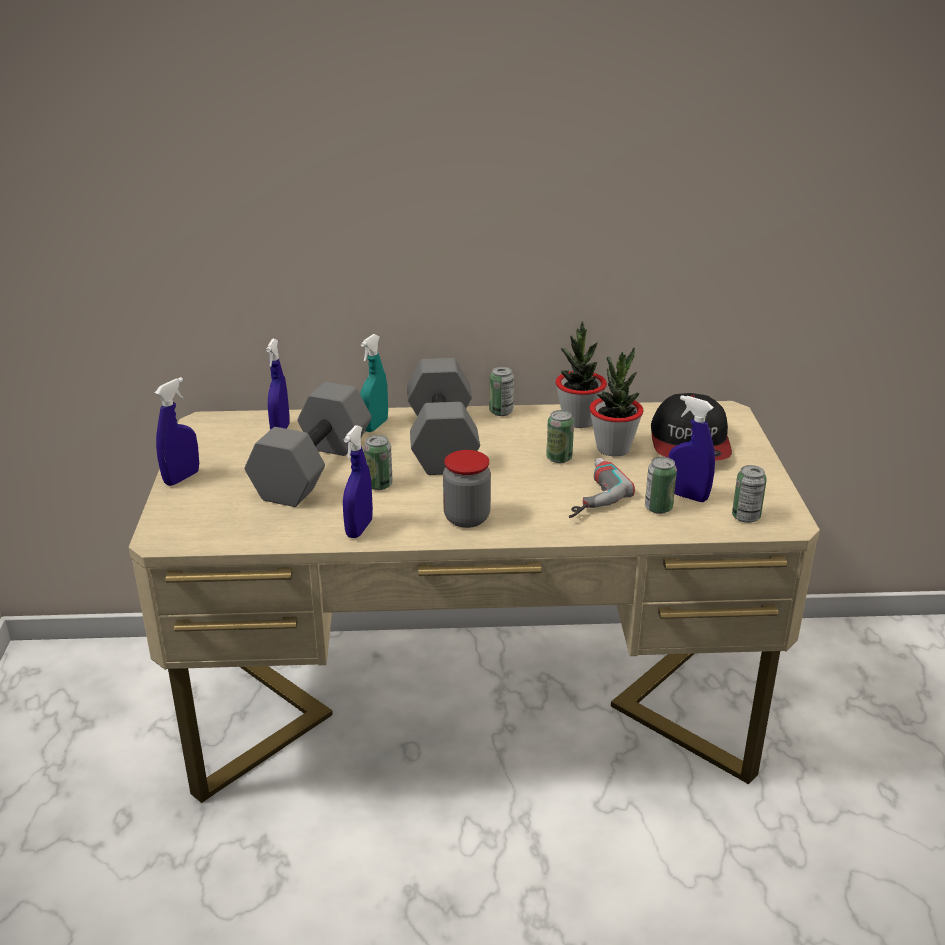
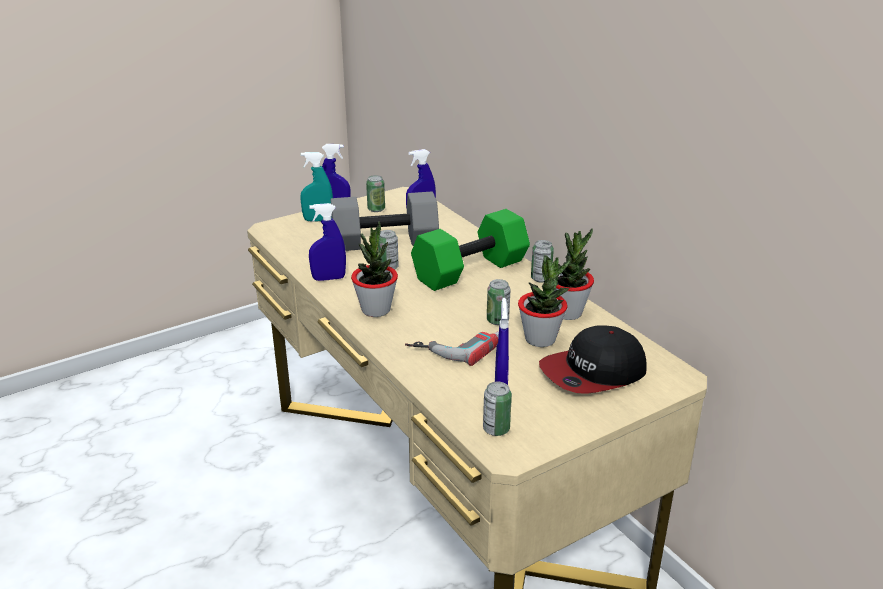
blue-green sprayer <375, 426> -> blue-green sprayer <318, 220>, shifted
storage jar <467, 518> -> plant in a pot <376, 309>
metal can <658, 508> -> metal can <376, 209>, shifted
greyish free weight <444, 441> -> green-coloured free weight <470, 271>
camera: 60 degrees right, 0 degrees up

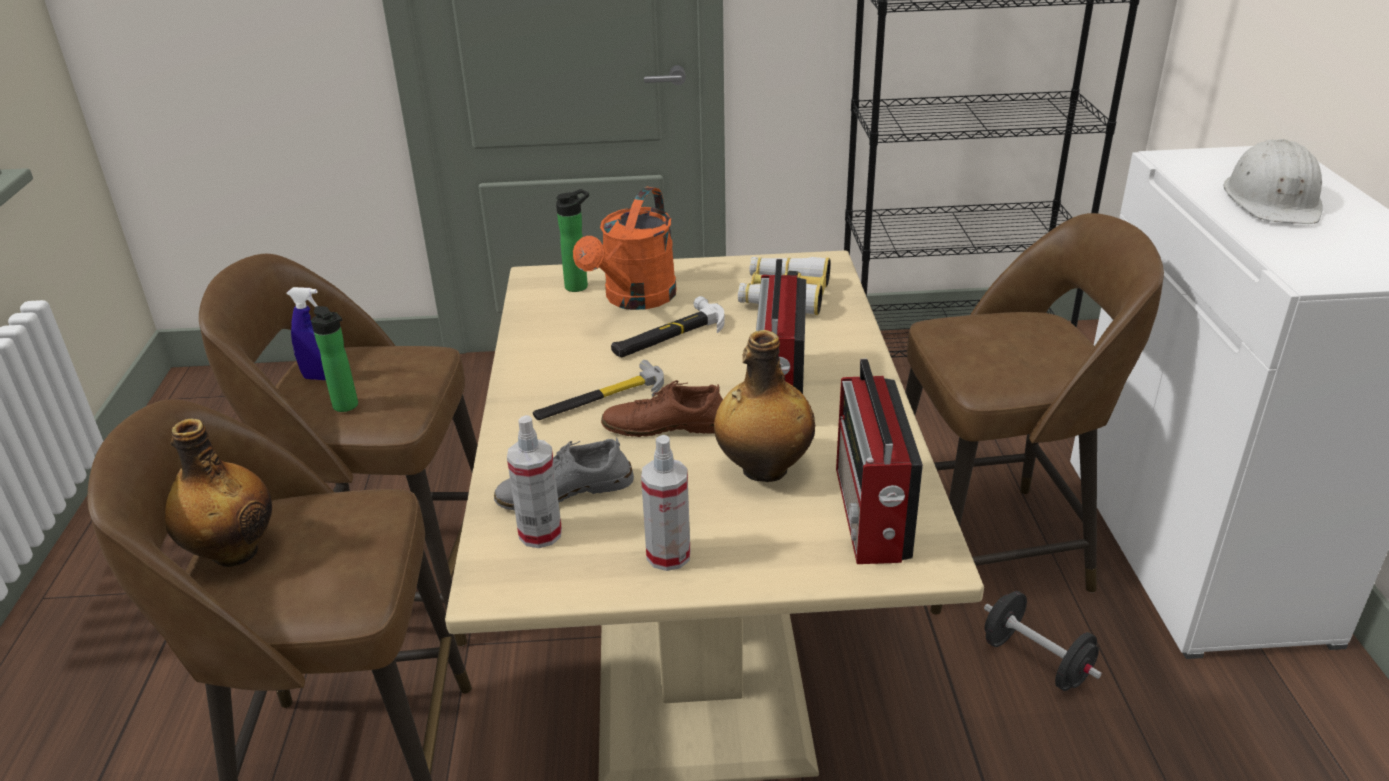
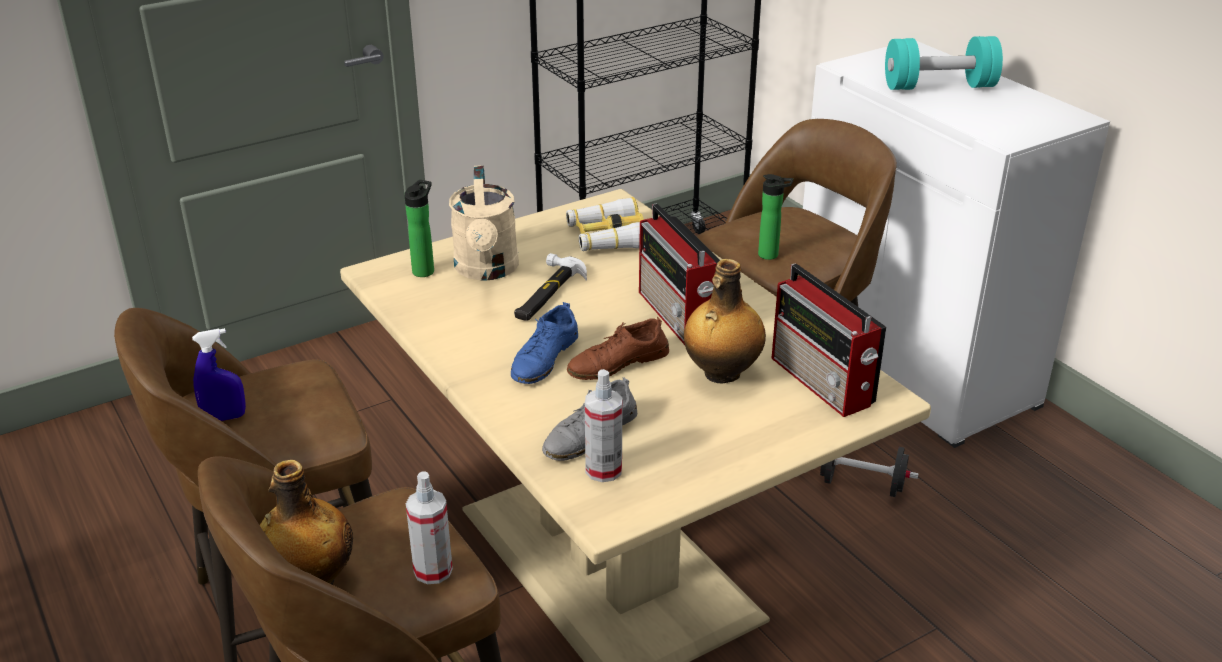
sprayer <668, 555> -> sprayer <433, 570>, shifted
orangey sprinkling can <634, 299> -> sand-coloured sprinkling can <487, 270>
hand hammer <600, 399> -> bluish shoe <544, 358>
bottle <347, 407> -> bottle <771, 255>, shifted
whitish hard hat <1273, 200> -> blue-green free weight <939, 86>
camera: 30 degrees left, 0 degrees up

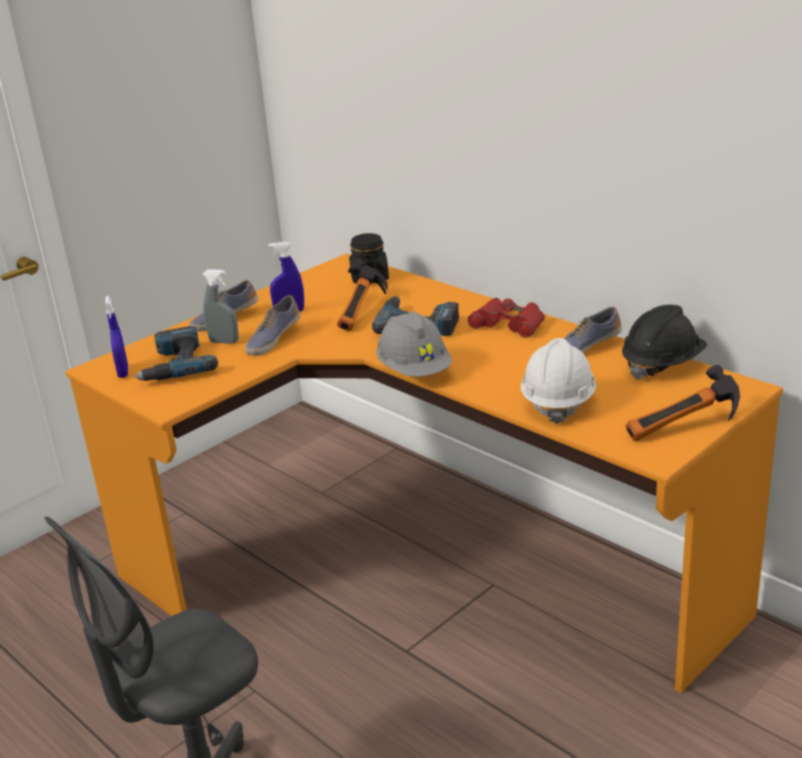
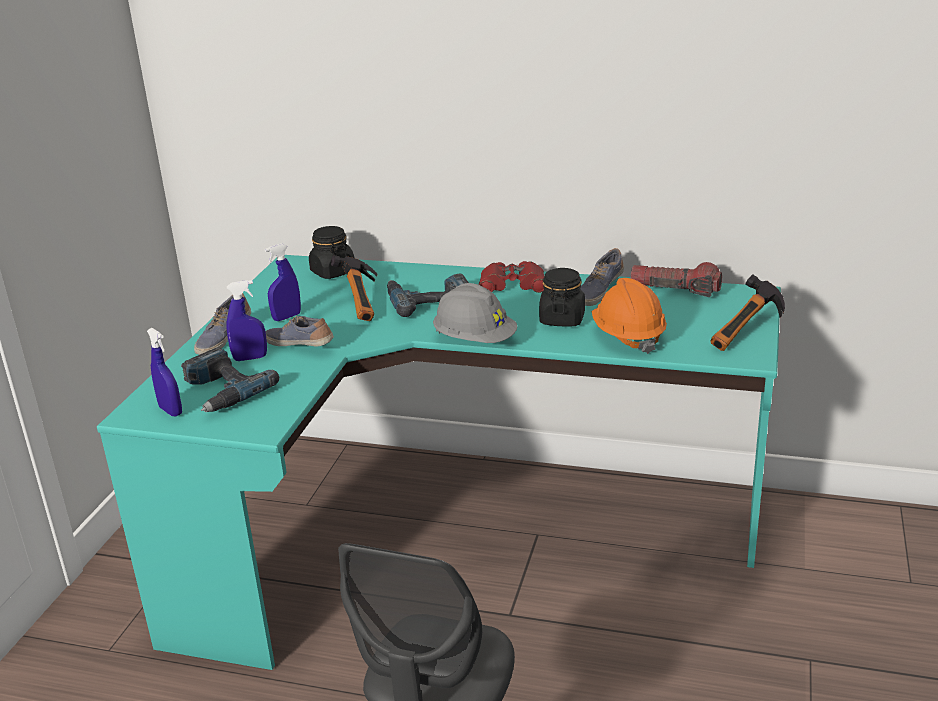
orangey desk <420, 556> -> blue-green desk <452, 531>
greyish sprayer <224, 342> -> bluish sprayer <250, 358>
shoe <273, 339> -> shoe <300, 344>, 120 degrees clockwise
none -> blackish storage jar <562, 319>
whitish hard hat <558, 402> -> orangey hard hat <628, 337>
blackish hard hat <662, 365> -> flashlight <675, 290>
camera: 30 degrees left, 0 degrees up

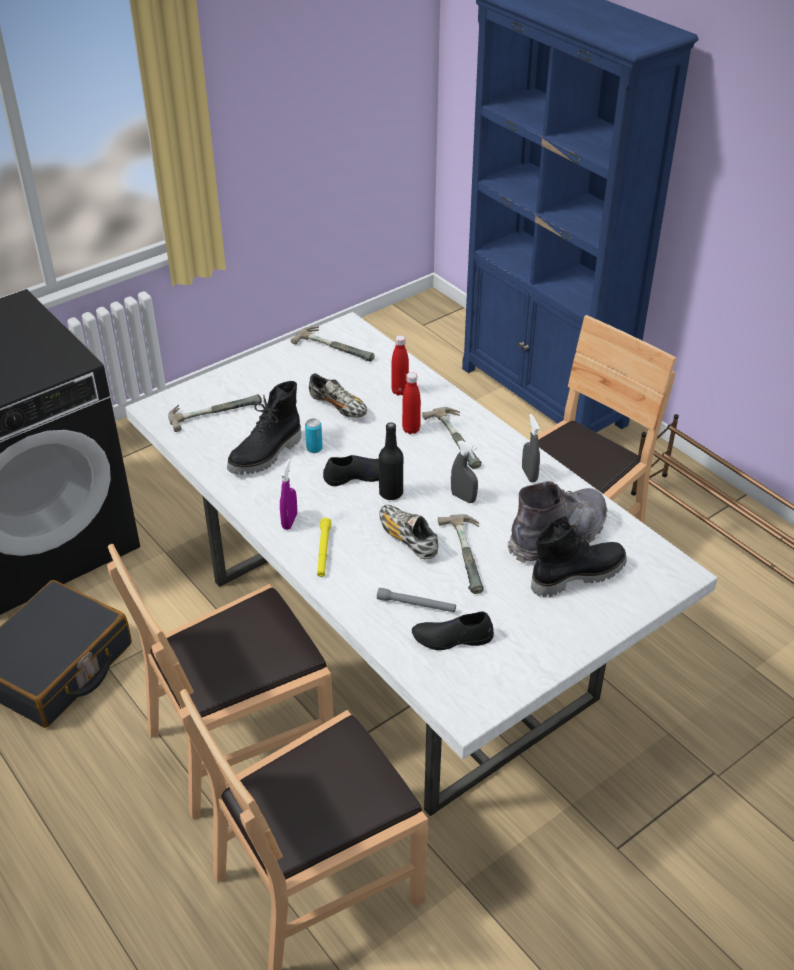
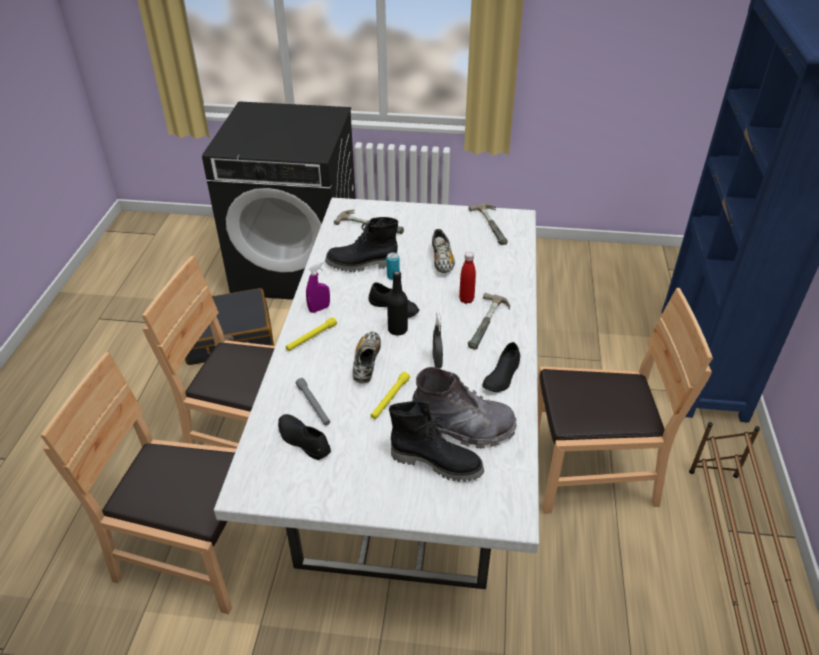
hand hammer <471, 554> -> yellowish flashlight <390, 399>
greyish sprayer <529, 475> -> blackish shoe <502, 375>
red bottle <400, 391> -> none
camera: 45 degrees right, 0 degrees up

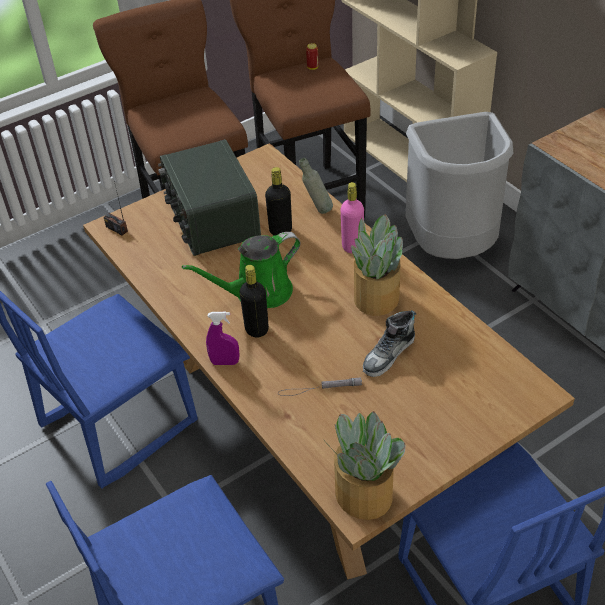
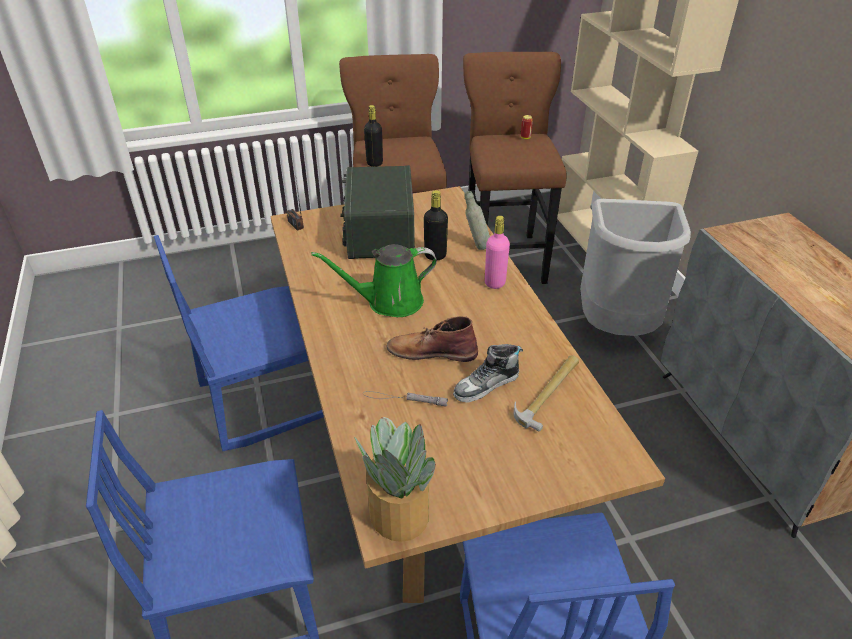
blackish bottle <256, 329> -> blackish bottle <374, 163>, shifted
none -> brownish tall boot <431, 351>
none -> hand hammer <549, 393>
purplish sprayer <225, 362> -> none
plant in a pot <377, 297> -> none
camera: 15 degrees right, 5 degrees down

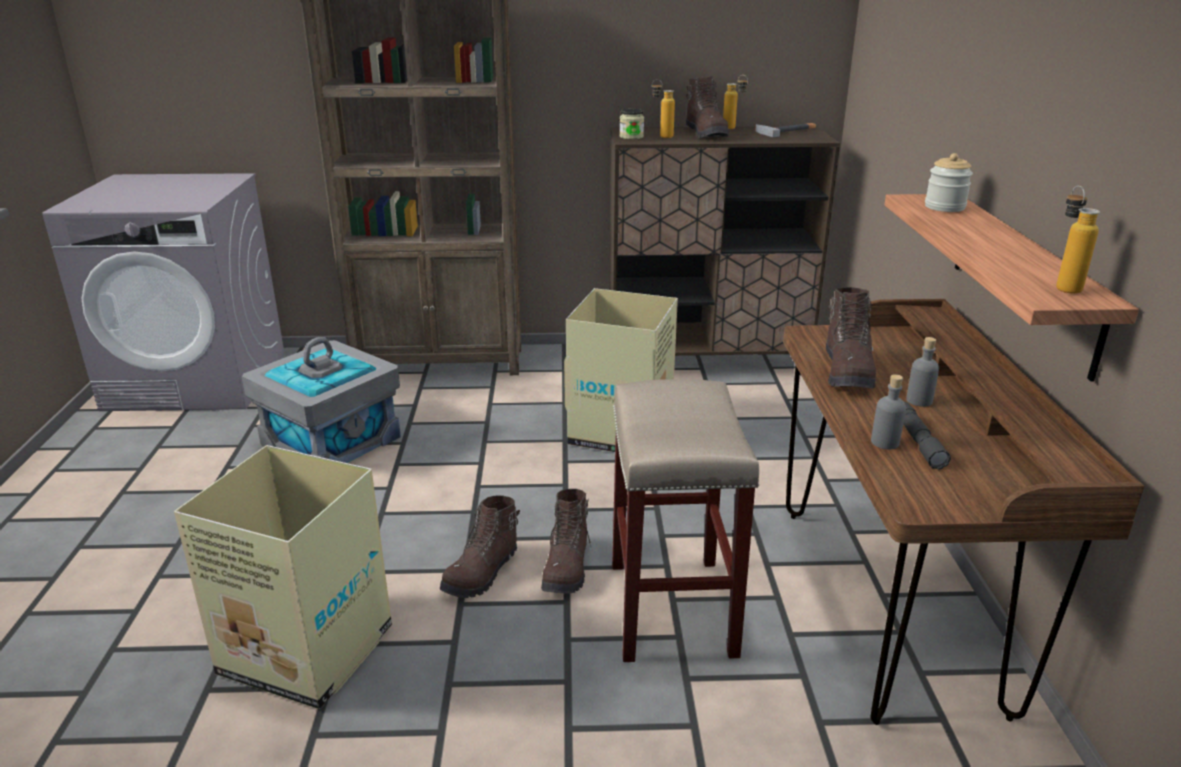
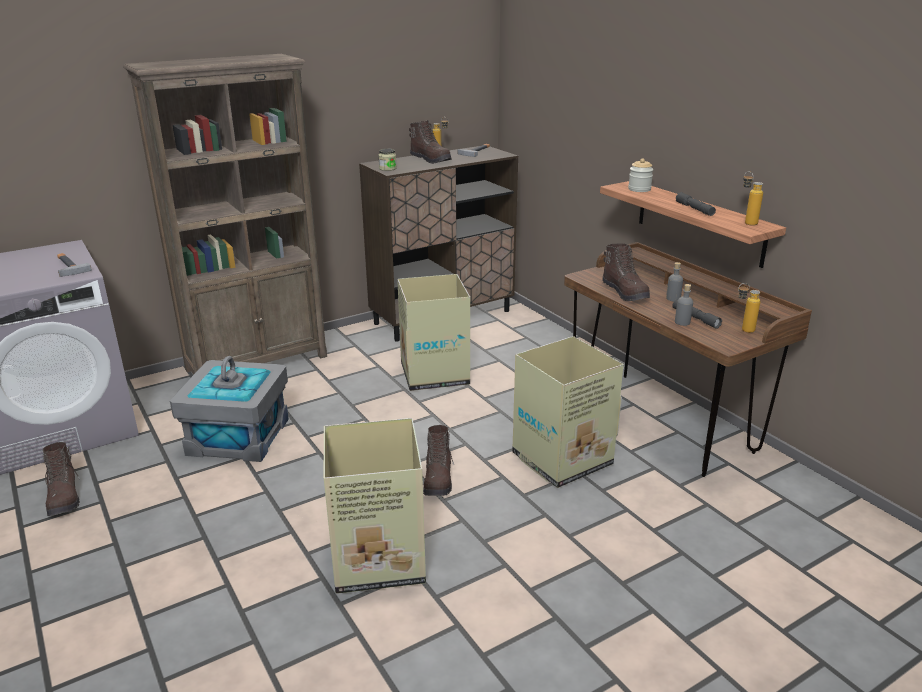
brownish tall boot <567, 568> -> brownish tall boot <64, 498>, shifted
none -> hand hammer <67, 266>
sand-coloured stool <670, 606> -> cardboard box <560, 459>
none -> greyish flashlight <694, 209>
bottle <661, 136> -> bottle <742, 330>, shifted
camera: 30 degrees left, 0 degrees up

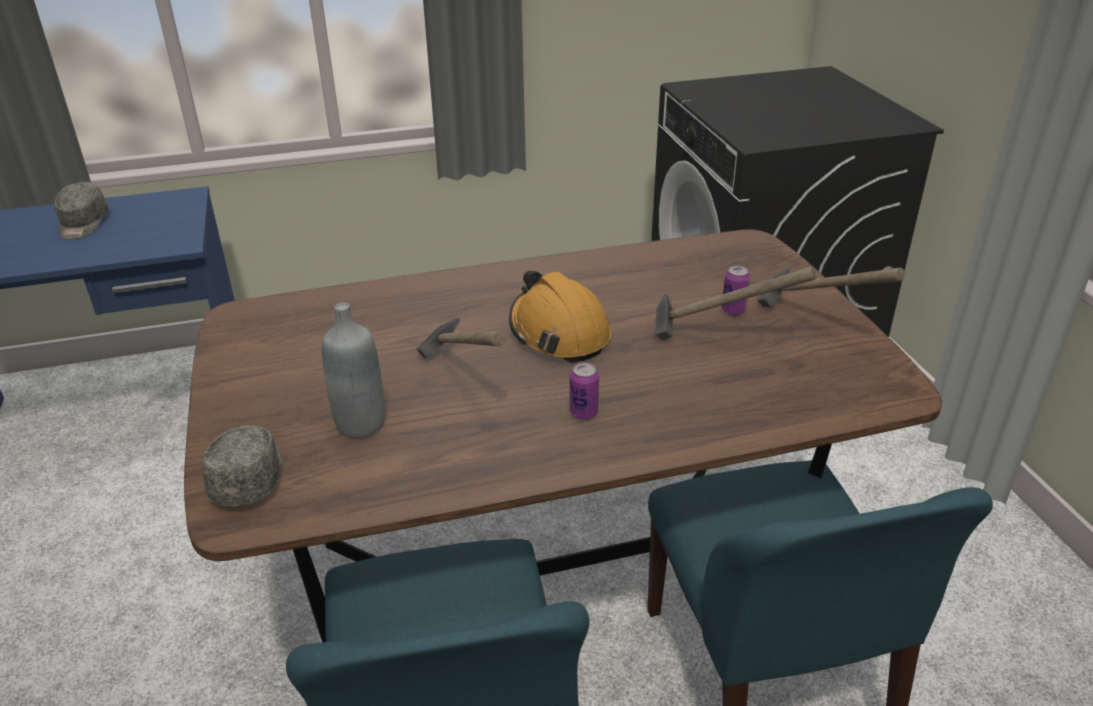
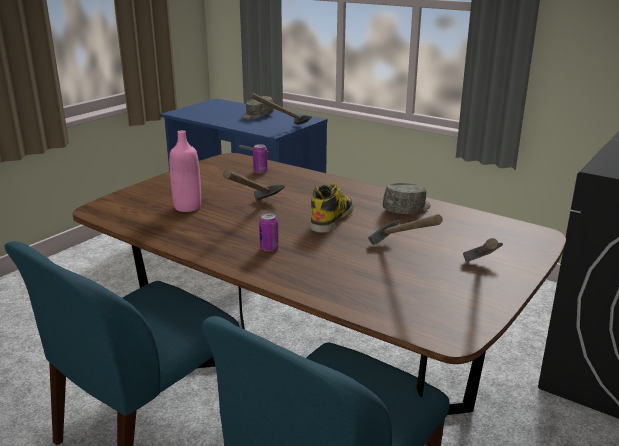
greyish bottle <361, 425> -> pink-coloured bottle <187, 207>
none -> hand hammer <282, 130>
metal can <733, 310> -> metal can <260, 171>, shifted
orangey hard hat <558, 332> -> tall boot <332, 218>
greyish cap <249, 476> -> greyish cap <407, 209>, shifted
camera: 50 degrees right, 10 degrees down

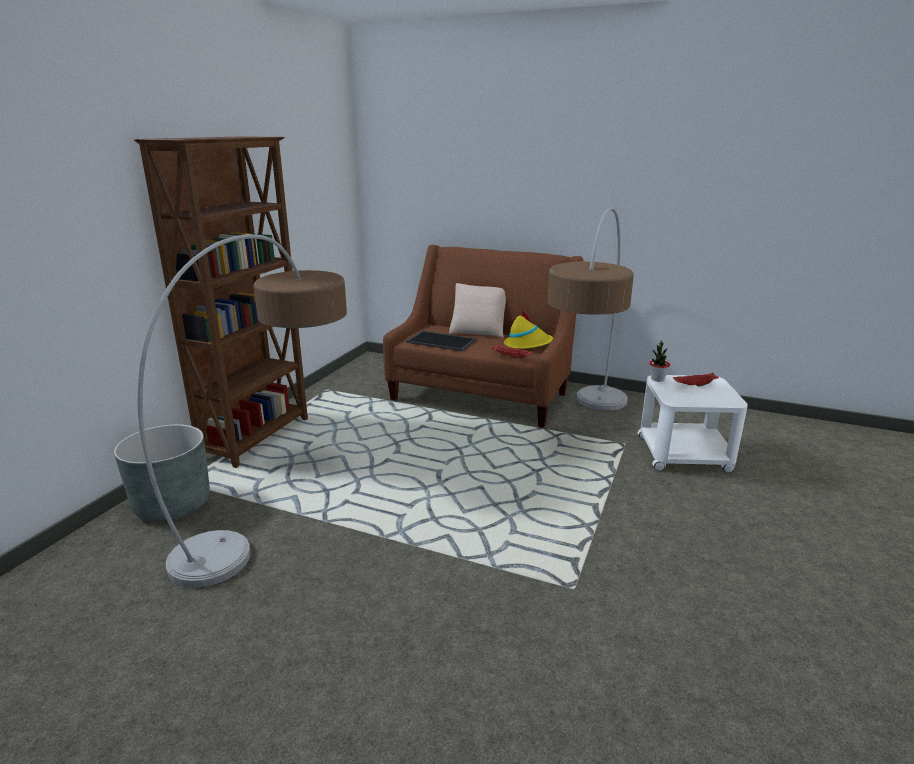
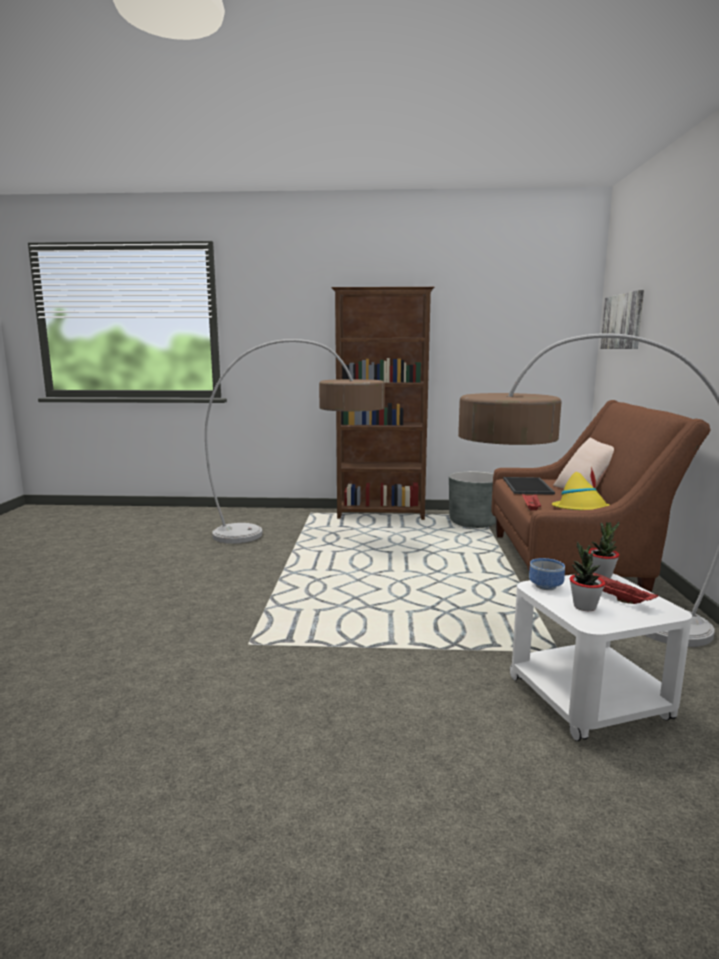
greyish planter <172, 505> -> greyish planter <473, 522>, shifted
none -> deep dish <545, 585>
none -> plant in a pot <584, 607>
none -> wall art <623, 321>
camera: 70 degrees right, 10 degrees down

